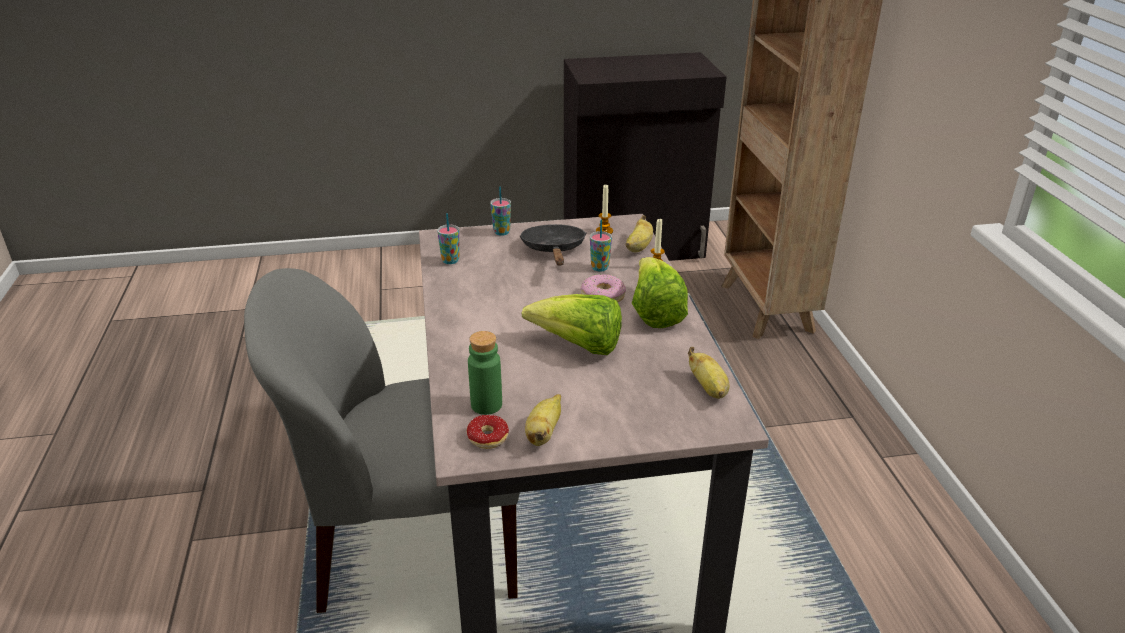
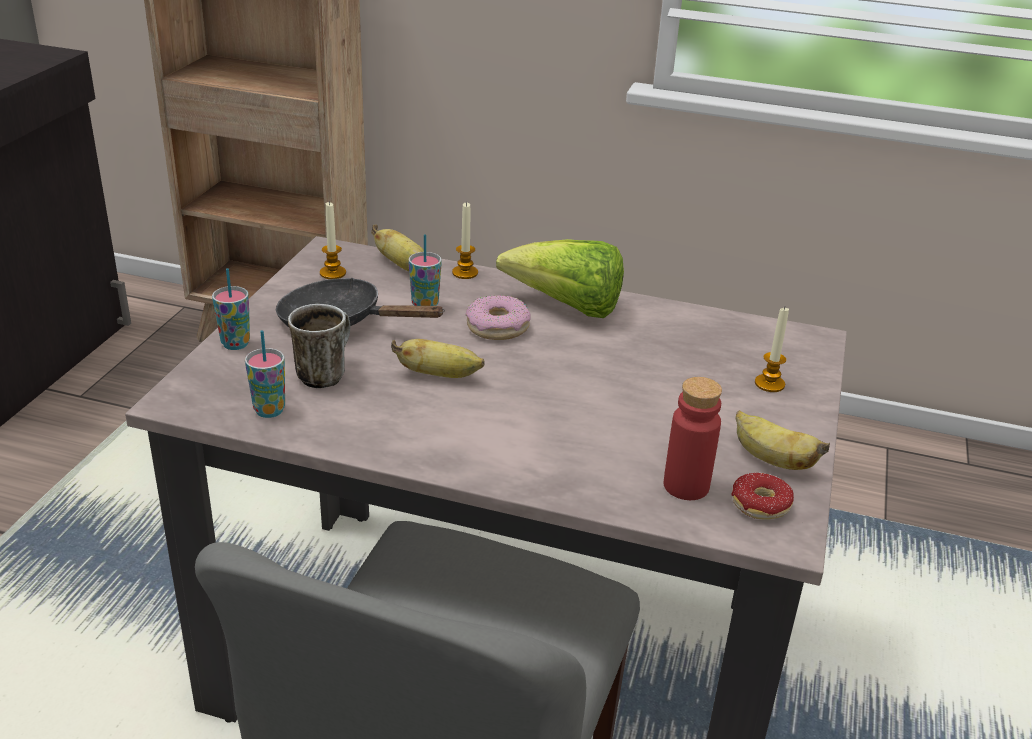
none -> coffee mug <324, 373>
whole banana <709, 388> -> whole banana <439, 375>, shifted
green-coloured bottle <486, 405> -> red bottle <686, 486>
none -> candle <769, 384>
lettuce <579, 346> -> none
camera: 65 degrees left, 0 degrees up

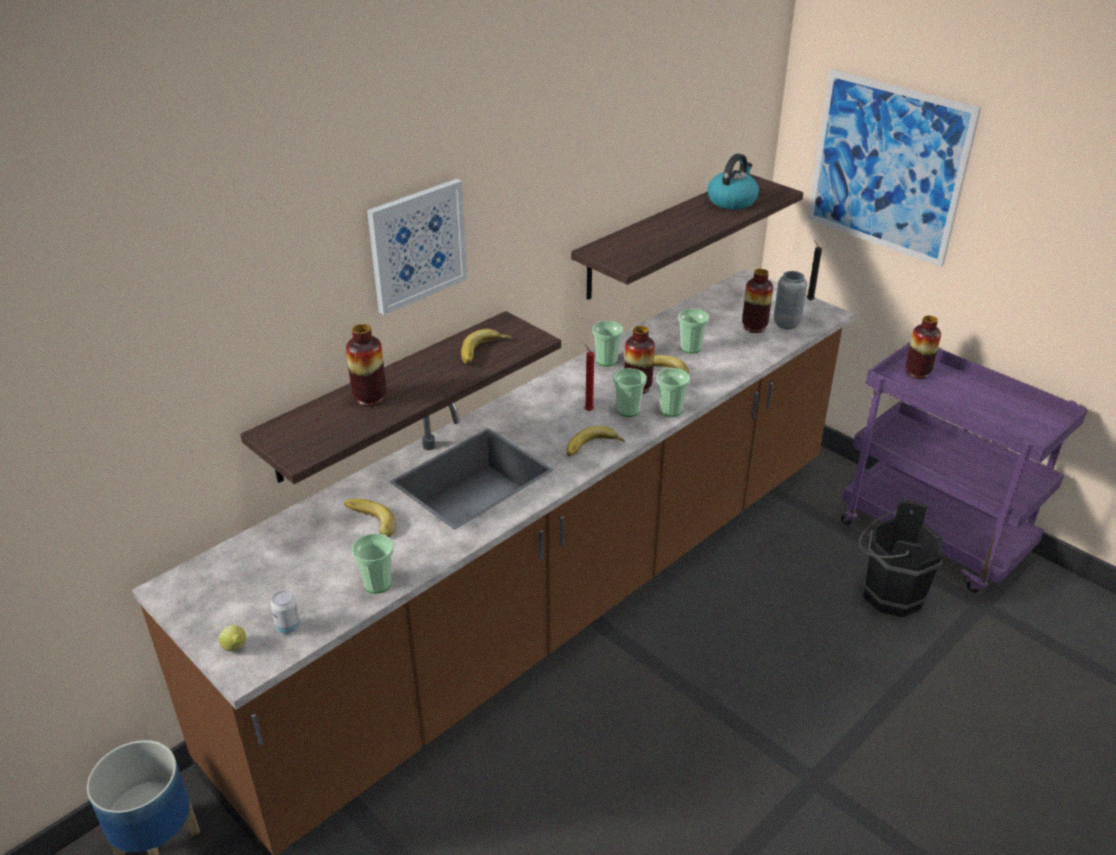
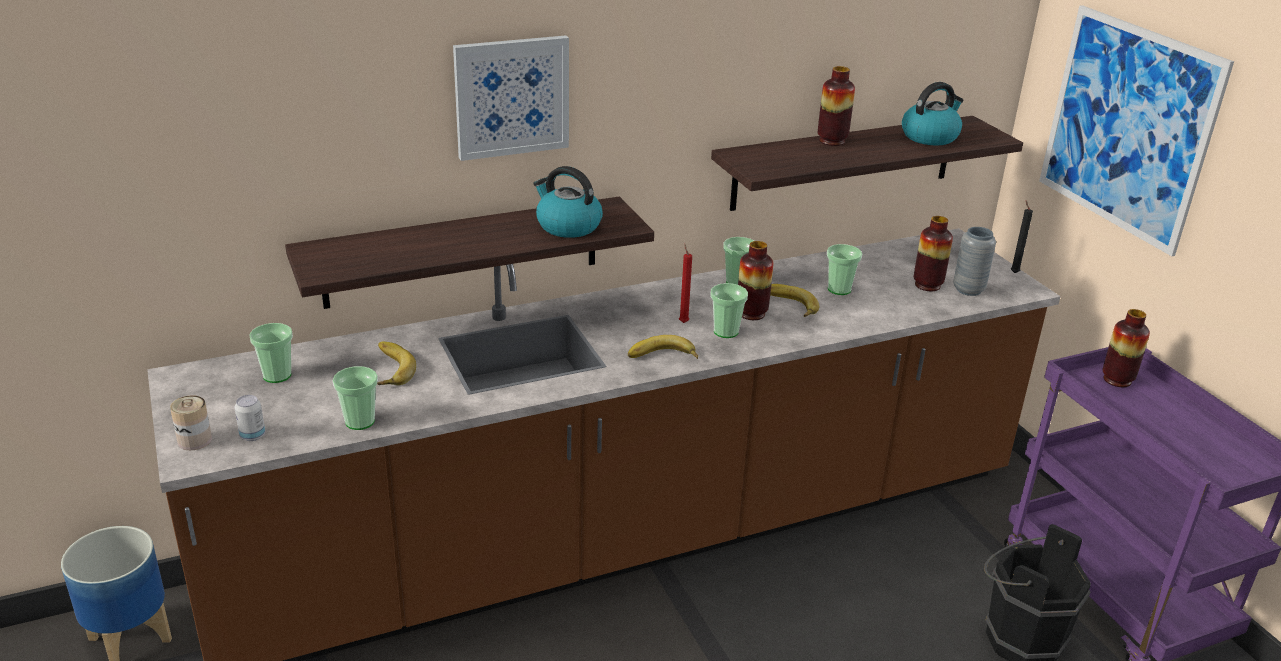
citrus fruit <235, 648> -> metal can <194, 440>
cup <670, 410> -> cup <277, 375>, shifted
whole banana <485, 352> -> kettle <567, 226>
flower vase <370, 398> -> flower vase <832, 141>, shifted
camera: 20 degrees right, 5 degrees down

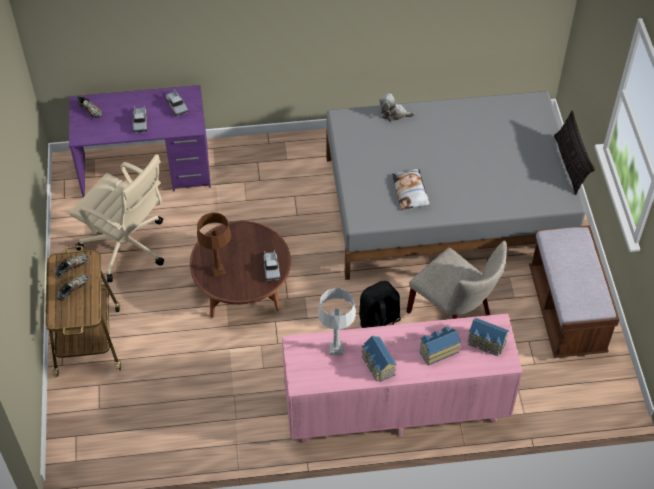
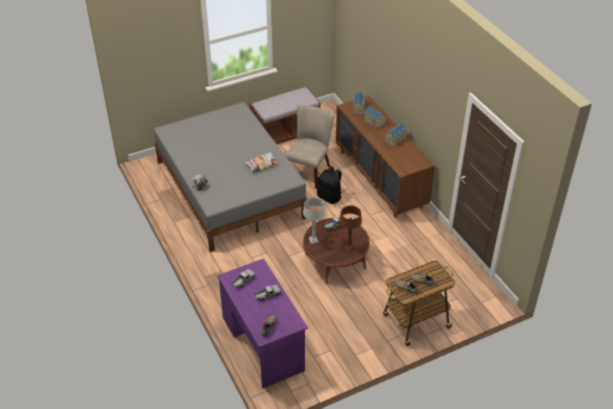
greyish table lamp <336, 349> -> greyish table lamp <313, 240>, shifted
pink-coloured dresser <395, 408> -> brownish dresser <380, 179>
sand-coloured computer chair <127, 247> -> none
throw pillow <570, 164> -> none
camera: 110 degrees left, 10 degrees down

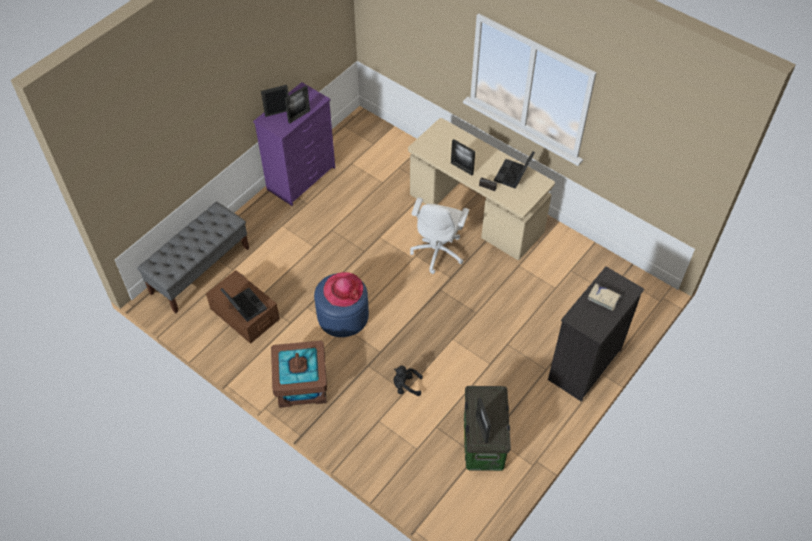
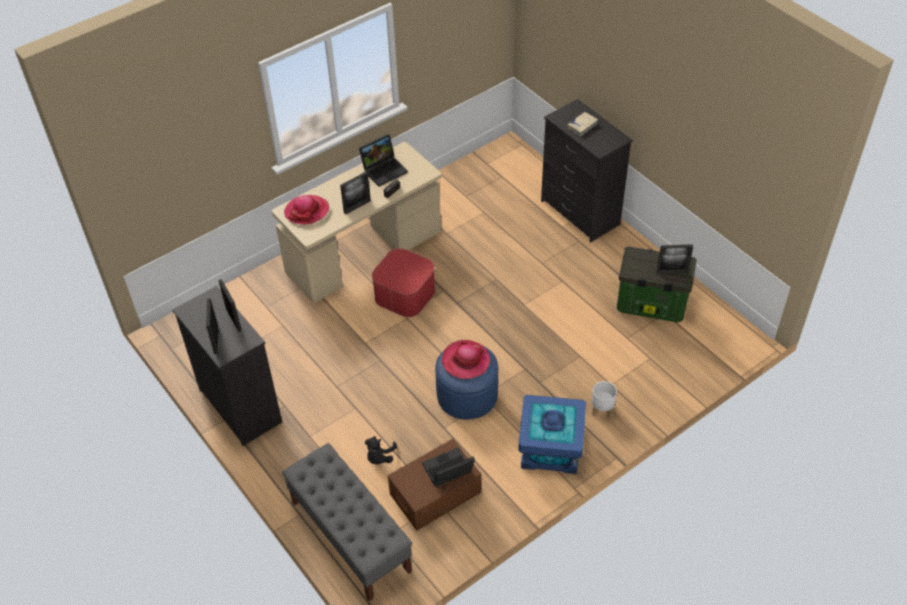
purplish dresser <302, 178> -> blackish dresser <240, 405>
none -> wearable hat <307, 211>
notebook computer <513, 176> -> notebook computer <384, 169>, 75 degrees counterclockwise
blackish soft toy <406, 386> -> blackish soft toy <379, 457>, shifted
whitish computer chair <438, 251> -> pouffe <405, 294>
brownish storage box <301, 384> -> bluish storage box <550, 448>
none -> whitish planter <602, 410>
camera: 75 degrees left, 5 degrees down

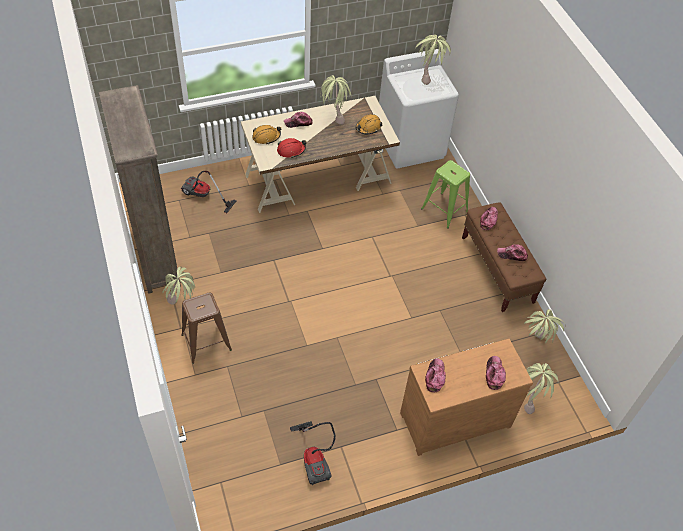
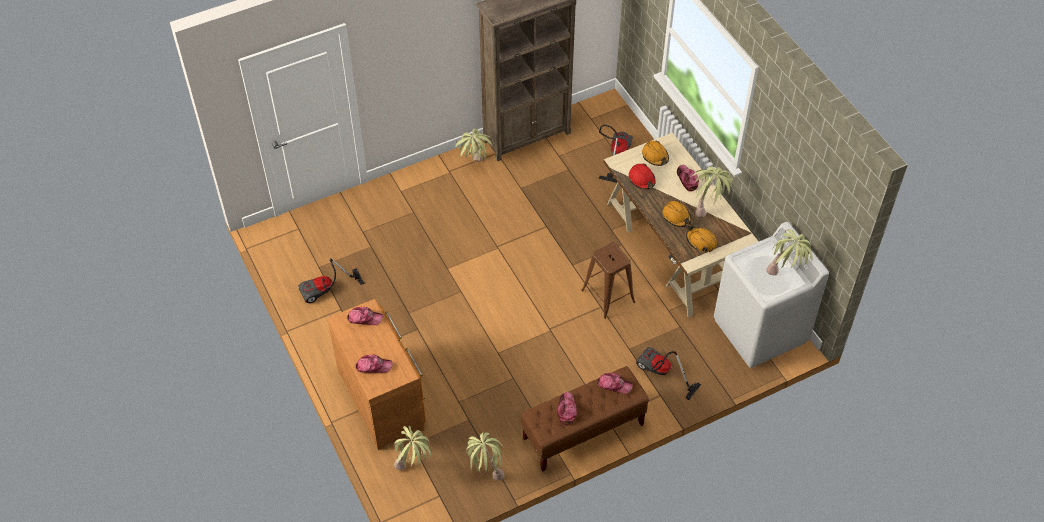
brownish stool <207, 342> -> brownish stool <608, 296>, shifted
green-coloured stool <444, 210> -> hoover <660, 374>
none -> orangey hard hat <676, 217>
camera: 85 degrees right, 0 degrees up

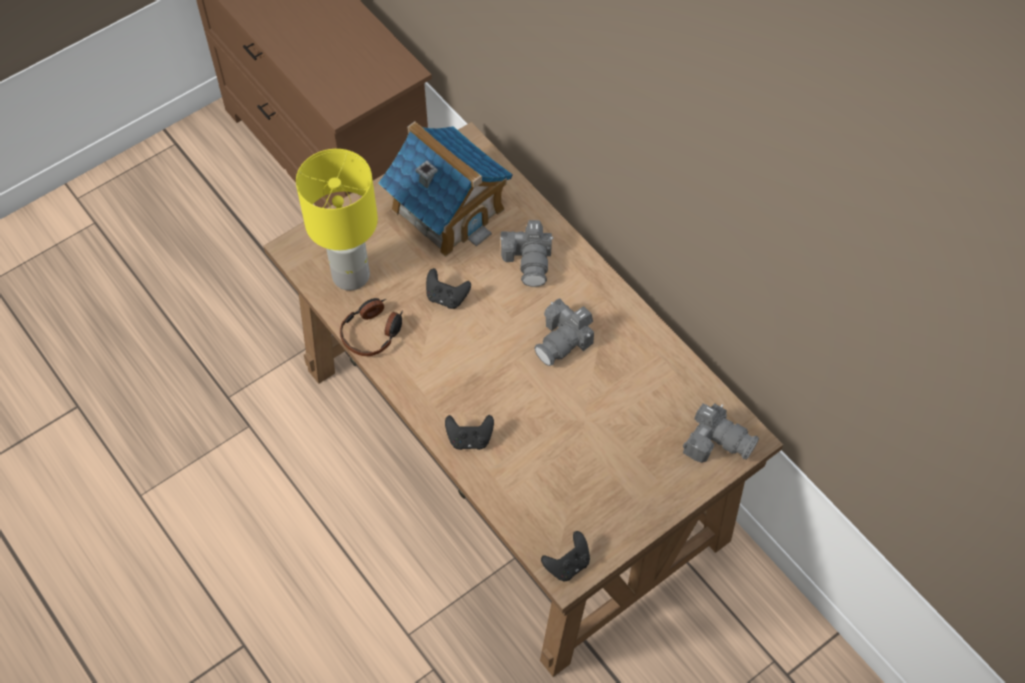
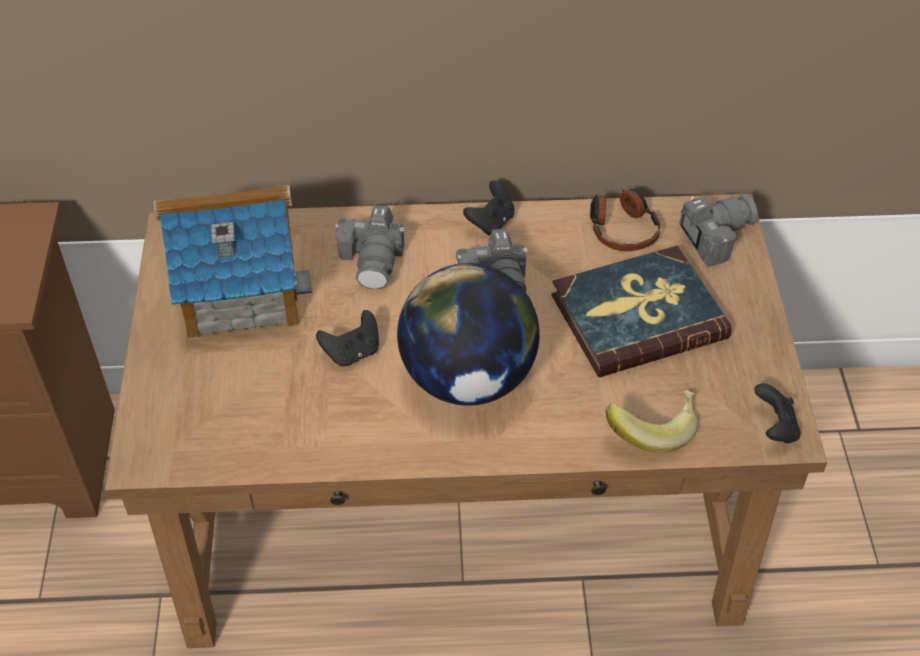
photo camera <529, 260> -> photo camera <373, 260>, 60 degrees clockwise
none -> globe <468, 378>
blackish game controller <469, 439> -> blackish game controller <491, 222>, shifted
none -> book <638, 316>
pair of headphones <373, 332> -> pair of headphones <621, 228>, shifted
none -> whole banana <651, 429>
yellowish table lamp <352, 275> -> none
camera: 55 degrees left, 10 degrees down

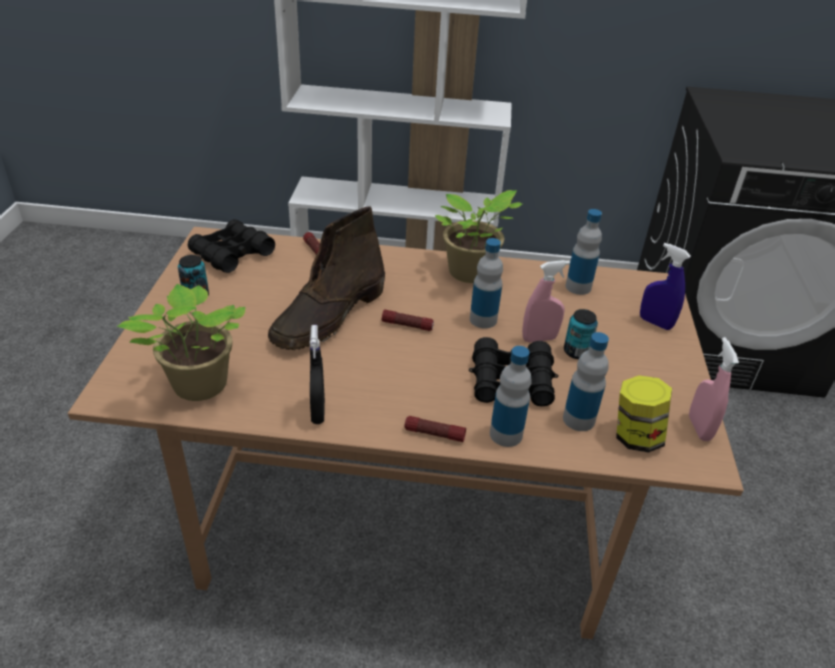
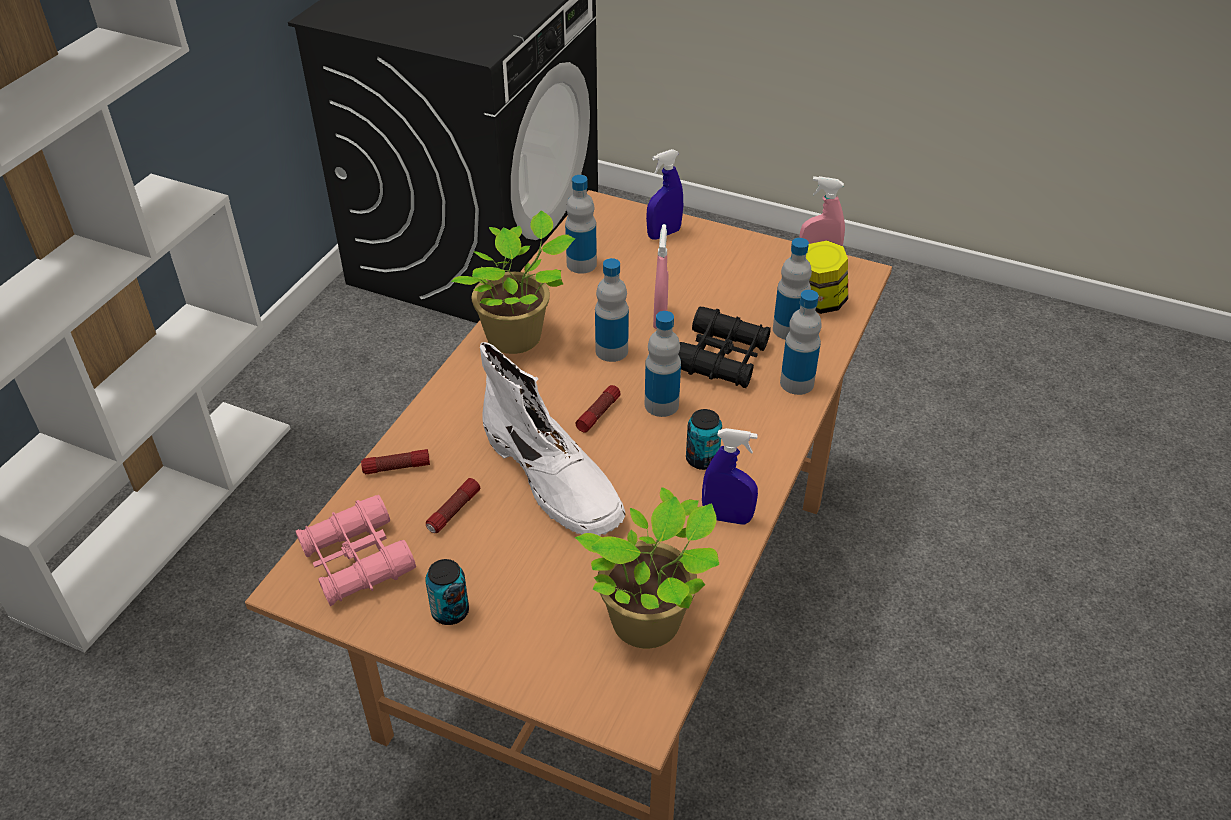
blackish field glasses <232, 254> -> pink-coloured field glasses <356, 560>
flashlight <434, 434> -> flashlight <453, 511>, shifted
brownish tall boot <329, 316> -> whitish tall boot <553, 479>
none -> bottle <661, 404>
metal can <576, 352> -> metal can <702, 459>, shifted
blackish sprayer <318, 412> -> bluish sprayer <727, 517>
camera: 70 degrees left, 5 degrees up

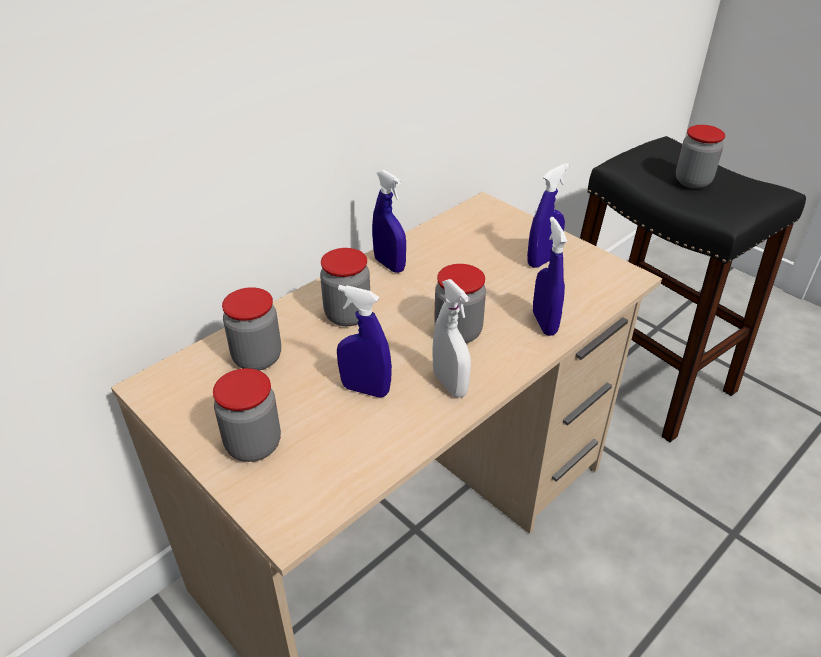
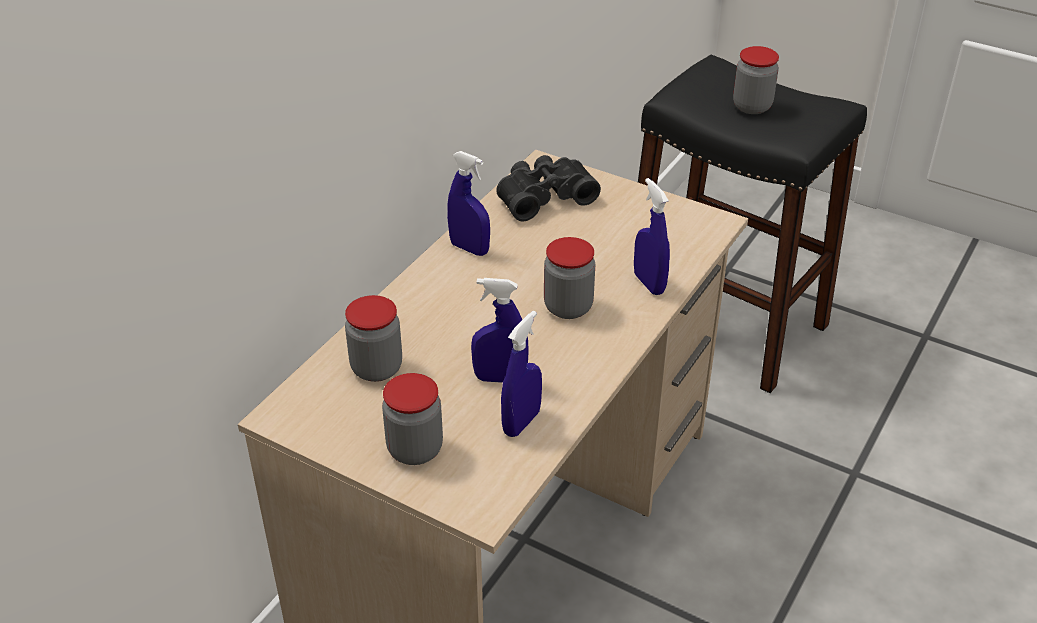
none -> blackish field glasses <544, 196>
bluish sprayer <543, 260> -> bluish sprayer <521, 422>, shifted
storage jar <347, 315> -> none
whitish sprayer <450, 384> -> none
camera: 15 degrees left, 0 degrees up

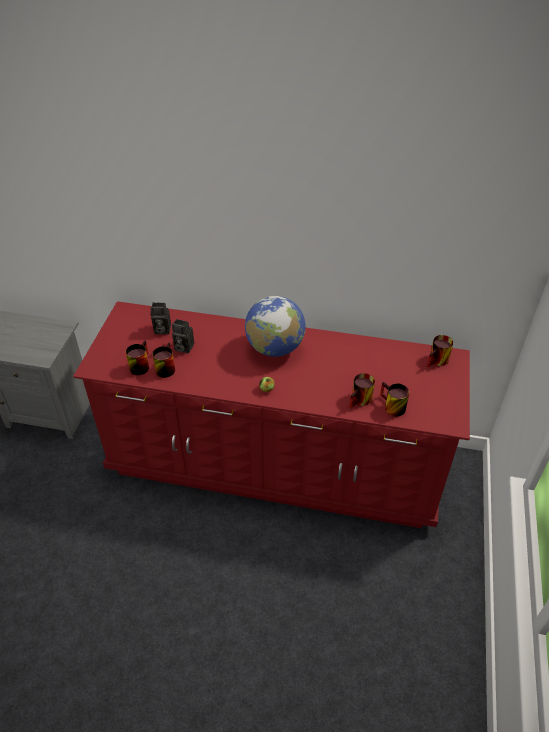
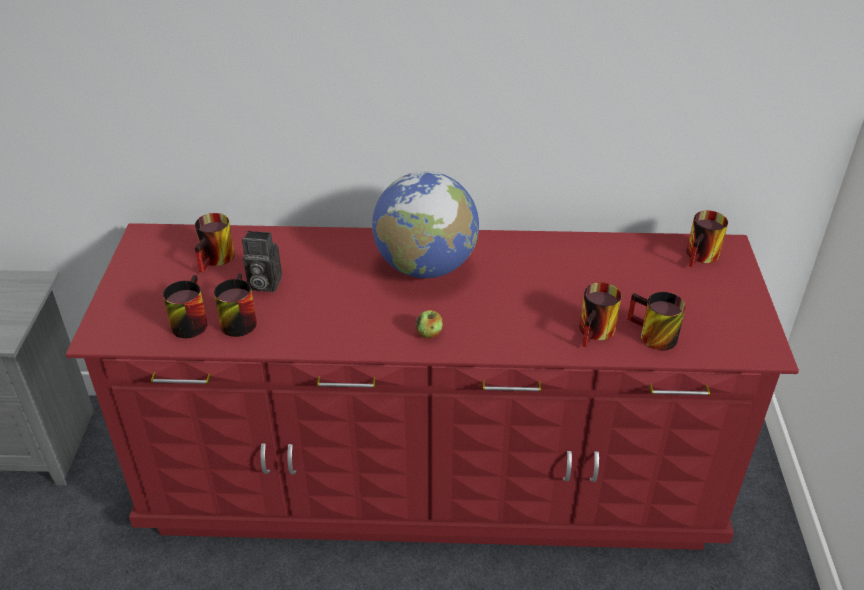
photo camera <161, 330> -> coffee mug <218, 260>
camera: 10 degrees left, 5 degrees down

